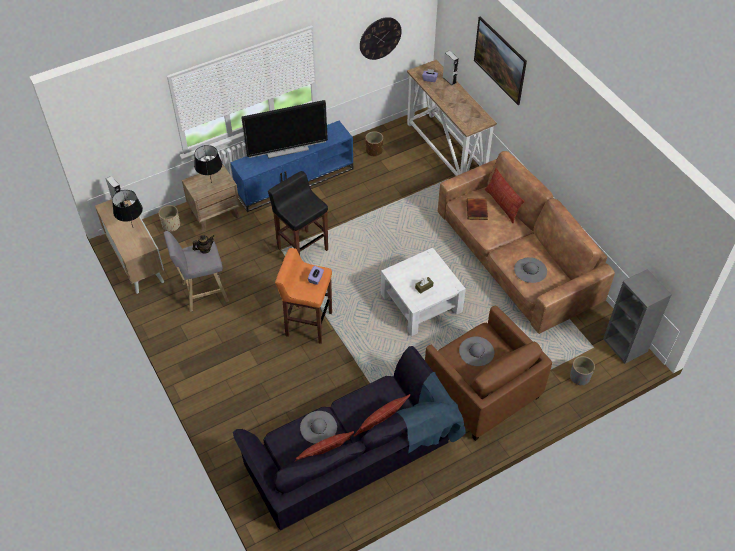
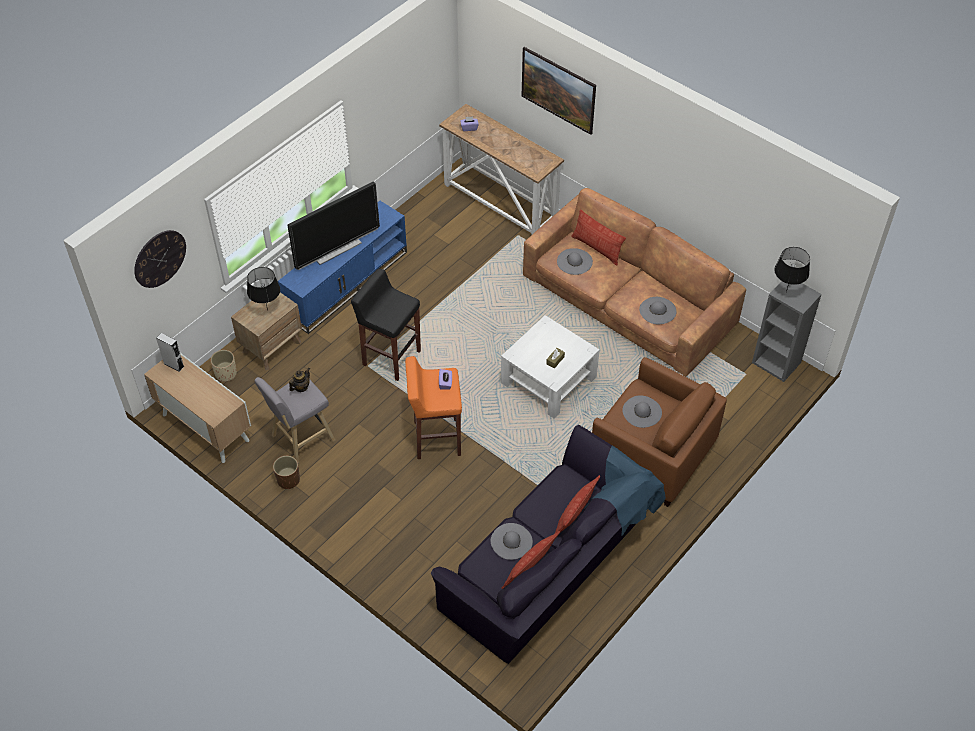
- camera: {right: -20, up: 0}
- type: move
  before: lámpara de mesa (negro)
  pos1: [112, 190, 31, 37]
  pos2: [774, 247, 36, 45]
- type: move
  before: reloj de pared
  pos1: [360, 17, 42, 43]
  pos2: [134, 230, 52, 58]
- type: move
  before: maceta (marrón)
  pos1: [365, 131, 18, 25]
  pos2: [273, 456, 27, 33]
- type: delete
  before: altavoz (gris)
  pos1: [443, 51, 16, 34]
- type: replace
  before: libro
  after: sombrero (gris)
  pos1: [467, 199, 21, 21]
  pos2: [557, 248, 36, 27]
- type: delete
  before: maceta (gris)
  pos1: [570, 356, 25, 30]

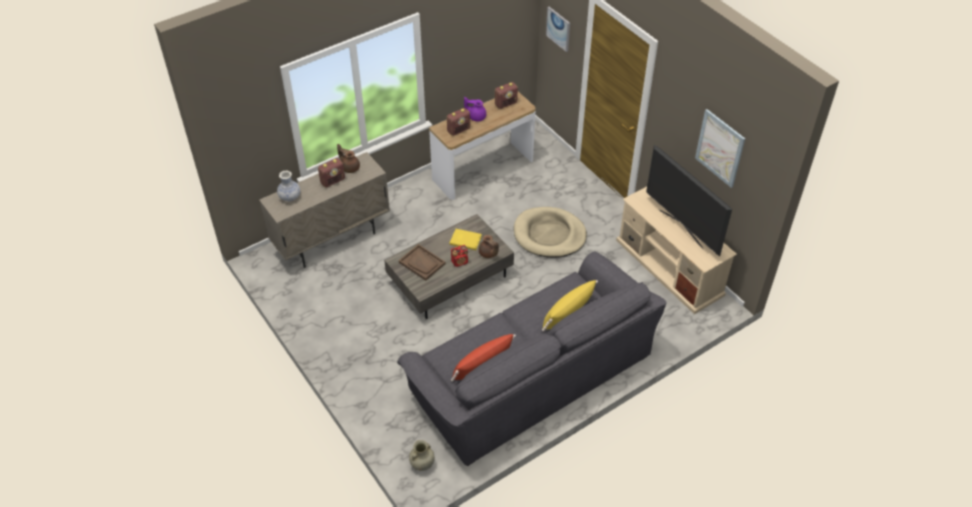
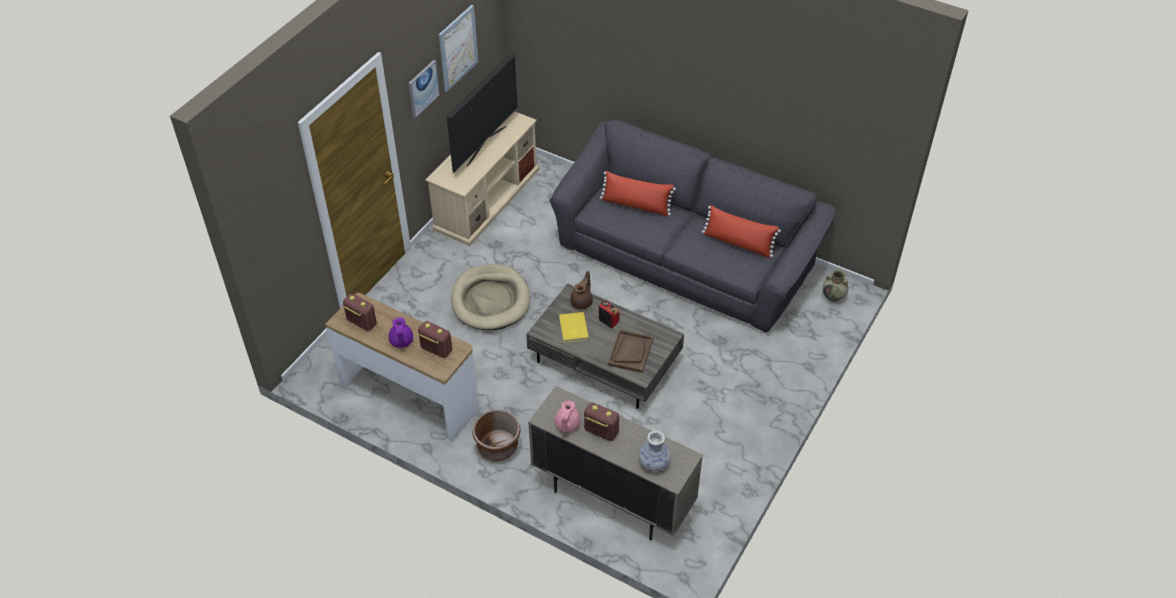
- camera: {right: -115, up: 0}
- type: recolor
  before: tetera (marrón)
  after: tetera (rosa)
  pos1: [337, 144, 23, 29]
  pos2: [555, 400, 26, 32]
- type: recolor
  before: cojín (amarillo)
  after: cojín (rojo)
  pos1: [542, 280, 56, 52]
  pos2: [600, 171, 76, 45]
- type: move
  before: cuadro
  pos1: [546, 7, 24, 45]
  pos2: [408, 60, 32, 58]
- type: insert
  after: maceta (marrón)
  pos2: [472, 410, 49, 52]

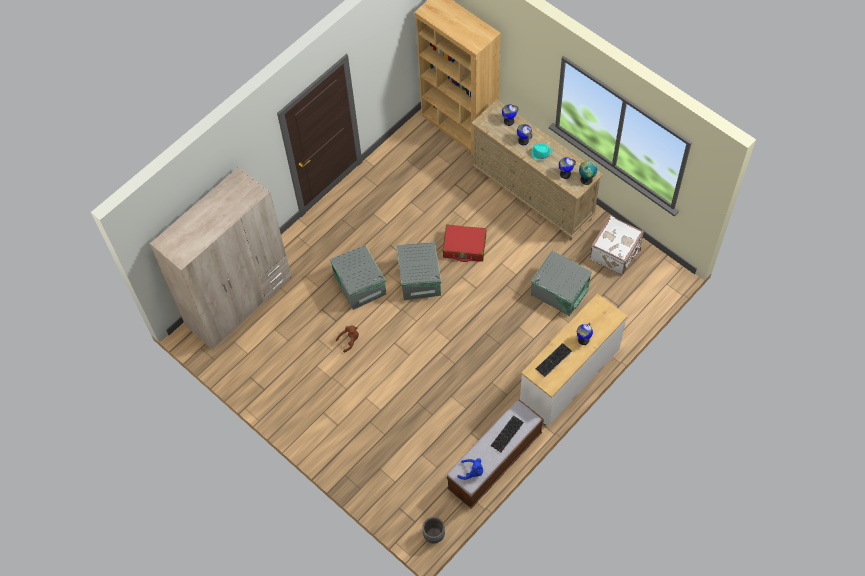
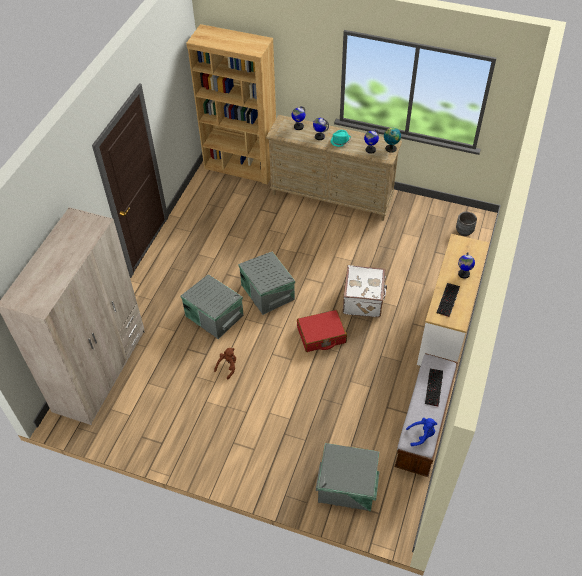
- camera: {right: -25, up: -10}
- type: move
  before: maceta (gris)
  pos1: [422, 517, 23, 26]
  pos2: [456, 212, 21, 24]
- type: move
  before: maleta (rojo)
  pos1: [443, 224, 43, 38]
  pos2: [297, 310, 50, 42]
- type: move
  before: caja de almacenaje (gris)
  pos1: [531, 250, 61, 66]
  pos2: [316, 443, 64, 68]
- type: move
  before: maleta (blanco)
  pos1: [590, 216, 54, 59]
  pos2: [343, 265, 44, 52]

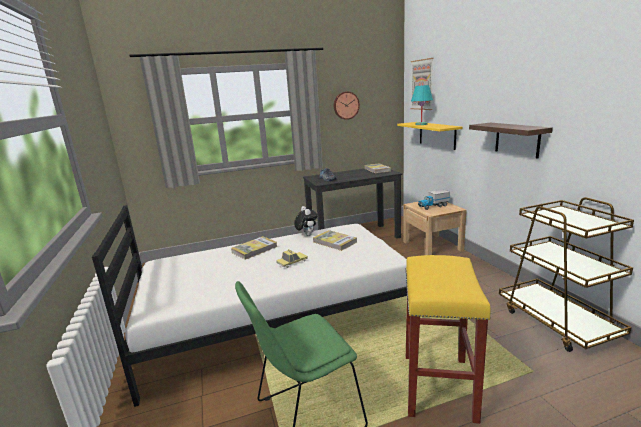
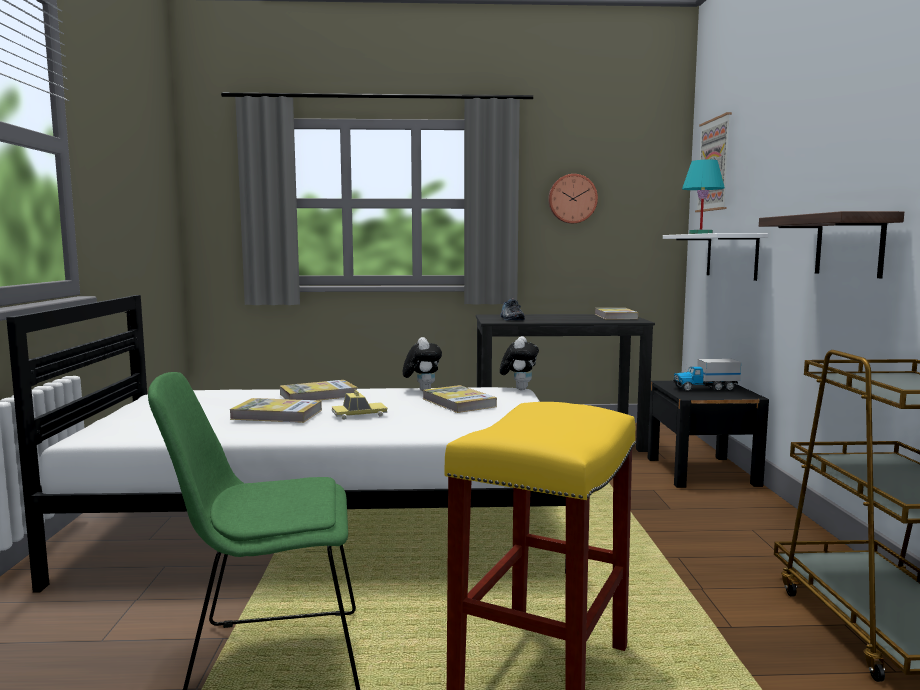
- camera: {right: 15, up: -10}
- type: recolor
  before: estante (amarillo)
  after: estante (blanco)
  pos1: [397, 122, 66, 28]
  pos2: [663, 233, 105, 48]
- type: recolor
  before: mesita de noche (beis)
  after: mesita de noche (negro)
  pos1: [403, 202, 64, 53]
  pos2: [648, 381, 121, 107]
- type: insert
  after: libro
  pos2: [229, 398, 93, 25]
- type: insert
  after: peluche
  pos2: [500, 336, 39, 54]

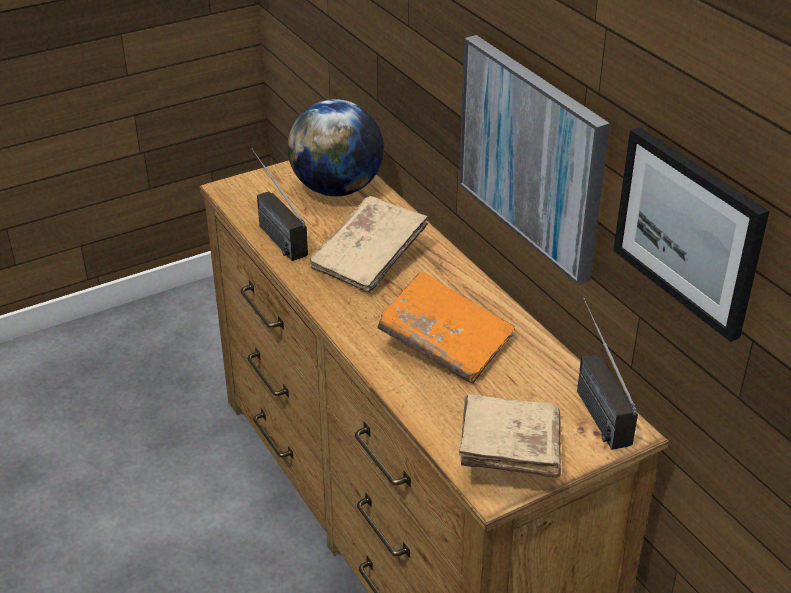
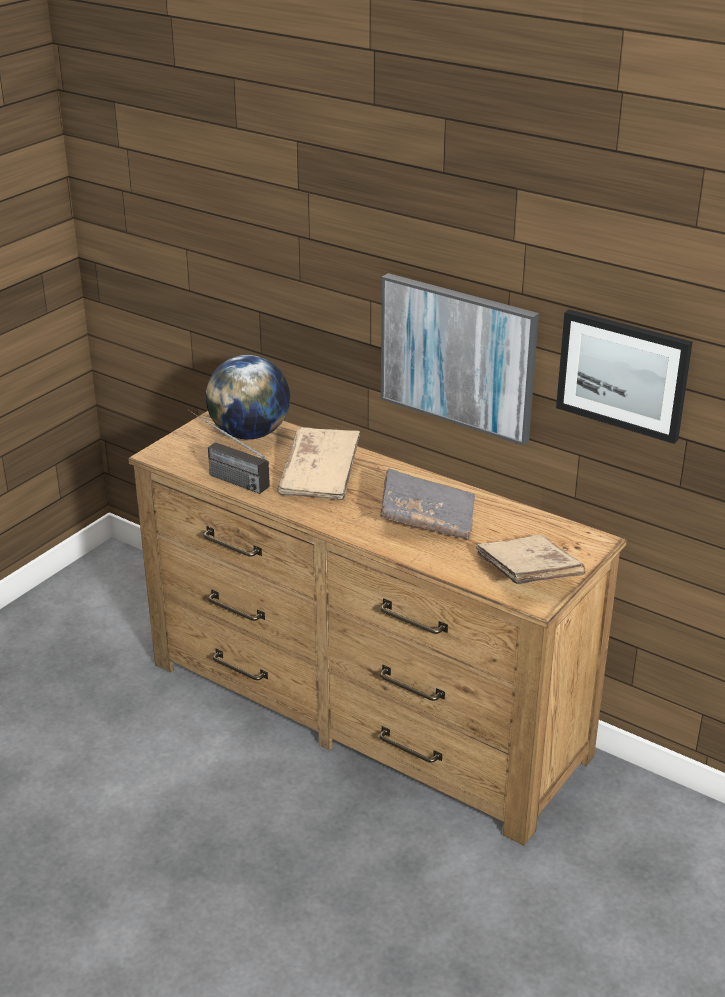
- camera: {right: -25, up: -5}
- type: recolor
  before: libro (naranja)
  after: libro (gris)
  pos1: [378, 271, 137, 112]
  pos2: [380, 469, 95, 71]
- type: delete
  before: radio
  pos1: [577, 298, 61, 152]

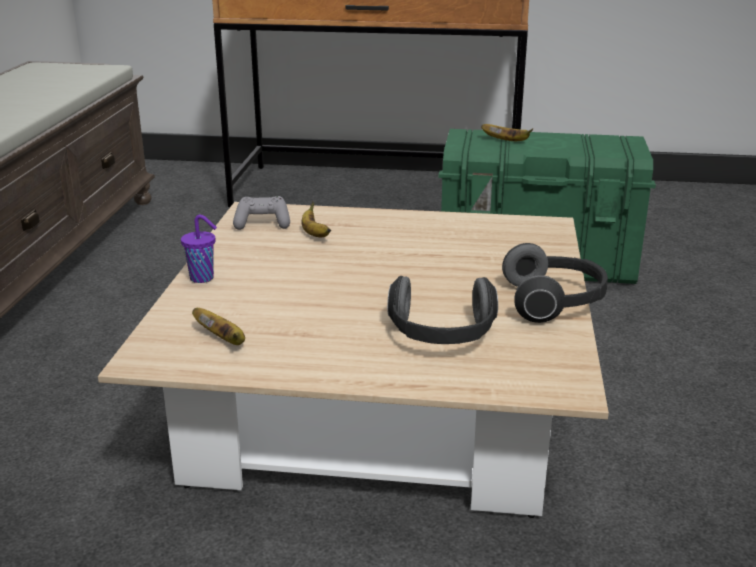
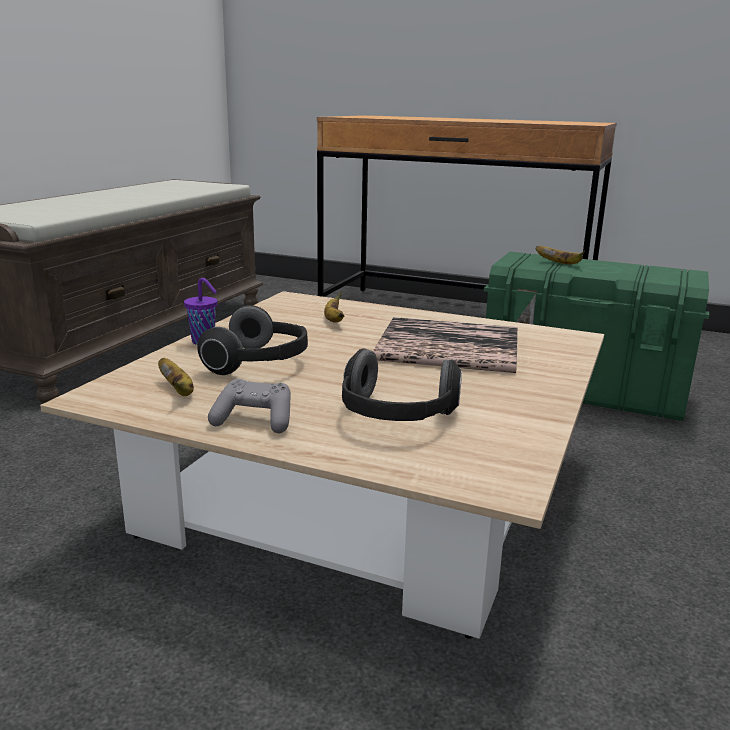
- camera: {right: 15, up: -5}
- type: move
  before: mando de consola (gris)
  pos1: [233, 196, 57, 34]
  pos2: [208, 379, 83, 54]
- type: move
  before: auriculares
  pos1: [502, 243, 106, 80]
  pos2: [197, 305, 111, 70]
- type: insert
  after: libro
  pos2: [373, 317, 145, 56]

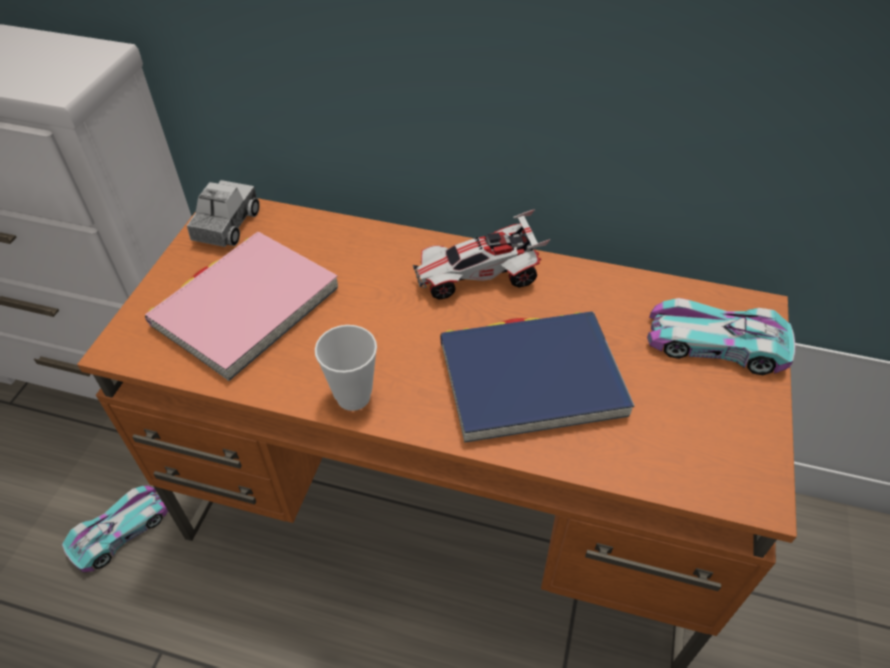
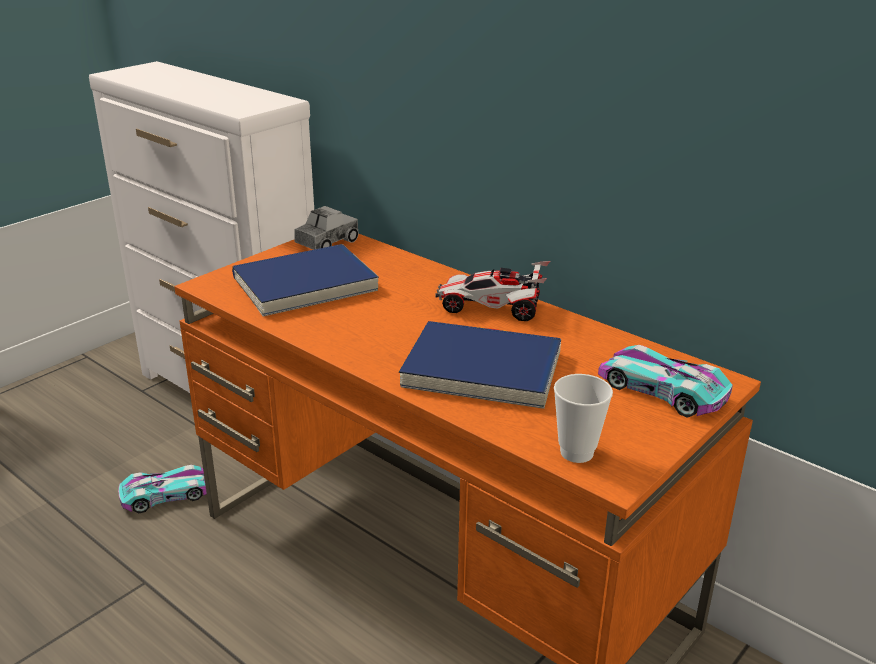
- camera: {right: 25, up: -20}
- type: recolor
  before: libro (rosa)
  after: libro (azul)
  pos1: [145, 232, 193, 149]
  pos2: [232, 244, 147, 72]
- type: move
  before: taza
  pos1: [315, 325, 62, 86]
  pos2: [554, 374, 59, 89]

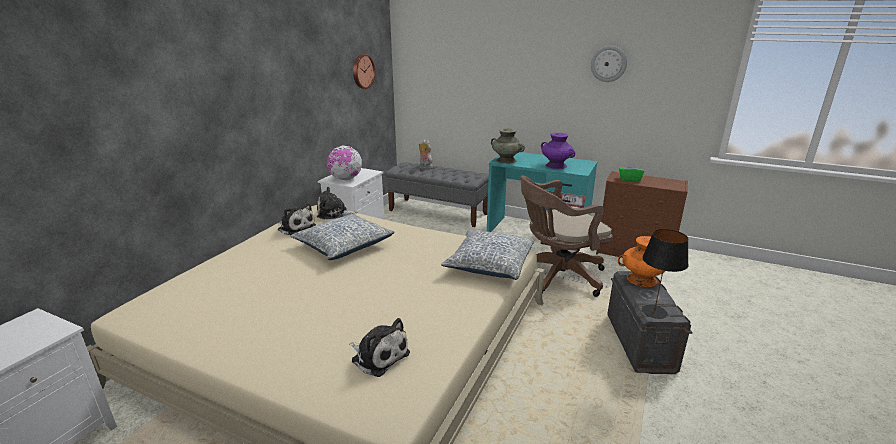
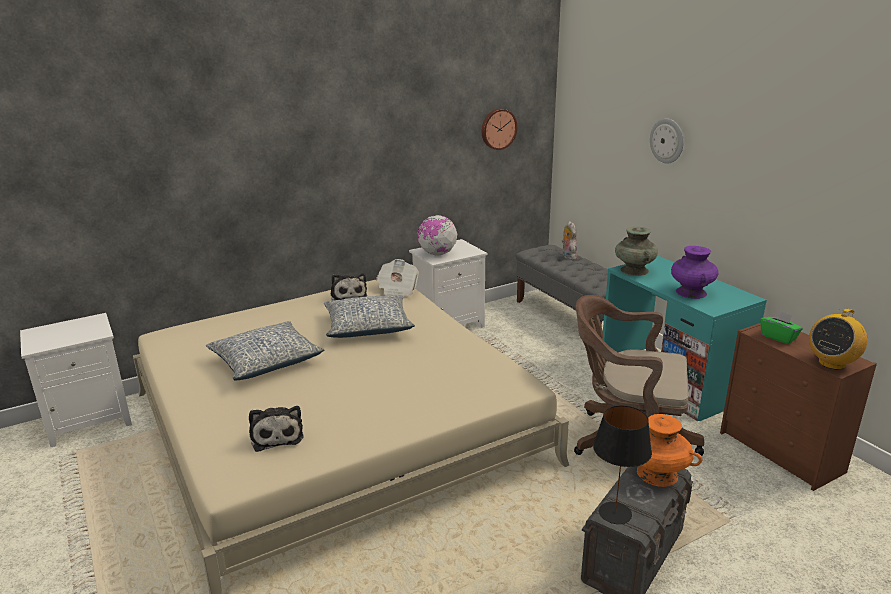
- camera: {right: 35, up: 0}
- type: replace
  before: peluche
  after: periódico
  pos1: [317, 187, 40, 32]
  pos2: [376, 259, 43, 38]
- type: move
  before: cojín
  pos1: [441, 230, 93, 50]
  pos2: [206, 321, 118, 59]
- type: move
  before: reloj de pared
  pos1: [591, 46, 36, 36]
  pos2: [650, 119, 34, 45]
- type: insert
  after: radio
  pos2: [809, 308, 59, 62]

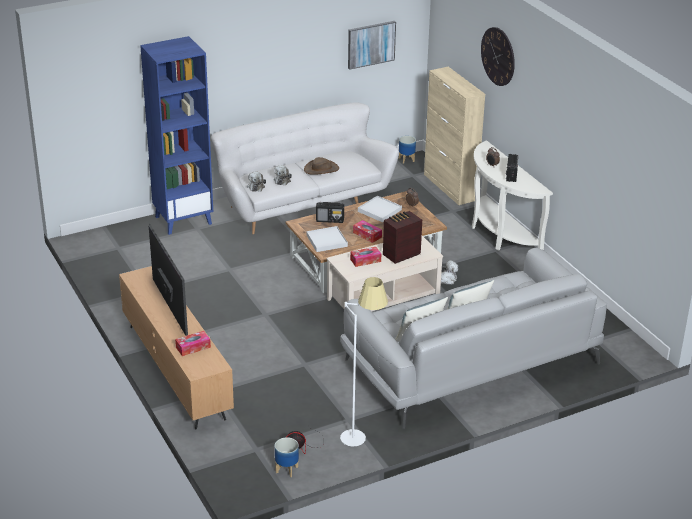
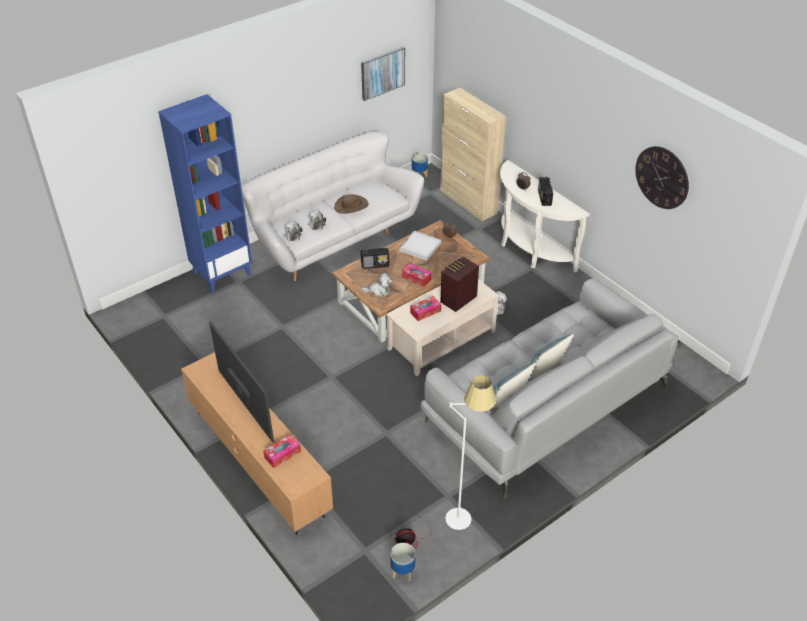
- camera: {right: -10, up: 10}
- type: replace
  before: bandeja (blanco)
  after: peluche
  pos1: [307, 226, 41, 26]
  pos2: [361, 273, 31, 24]
- type: move
  before: reloj de pared
  pos1: [481, 27, 34, 59]
  pos2: [635, 146, 54, 63]

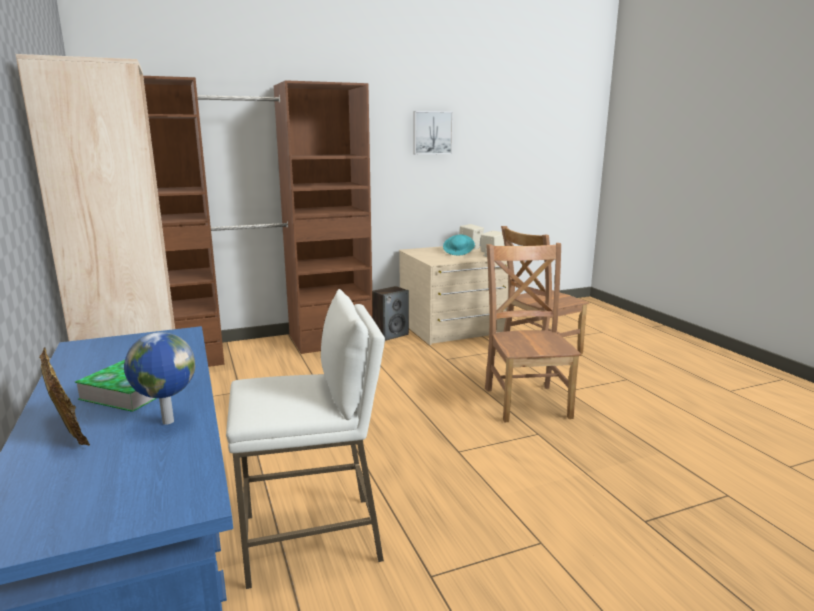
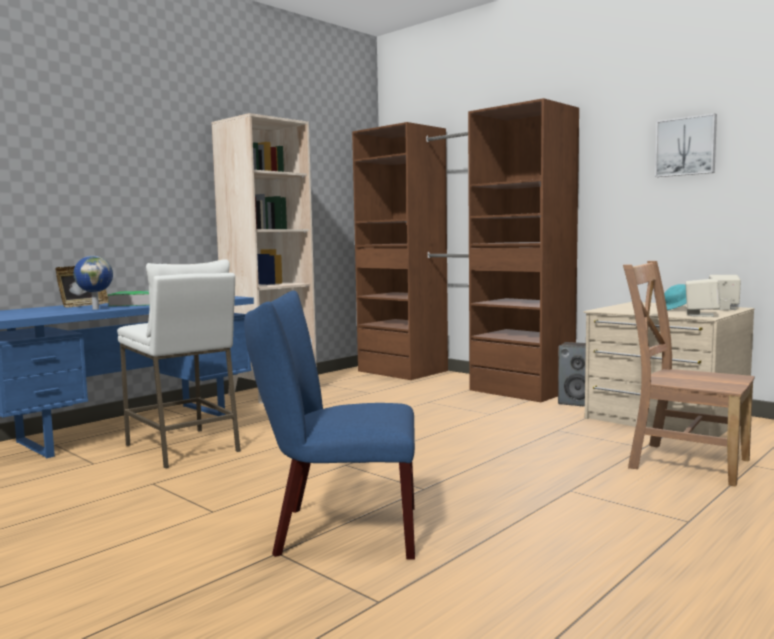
- camera: {right: 65, up: -10}
- type: delete
  before: silla (marrón)
  pos1: [485, 243, 97, 179]
- type: insert
  after: silla (azul)
  pos2: [244, 291, 171, 268]

